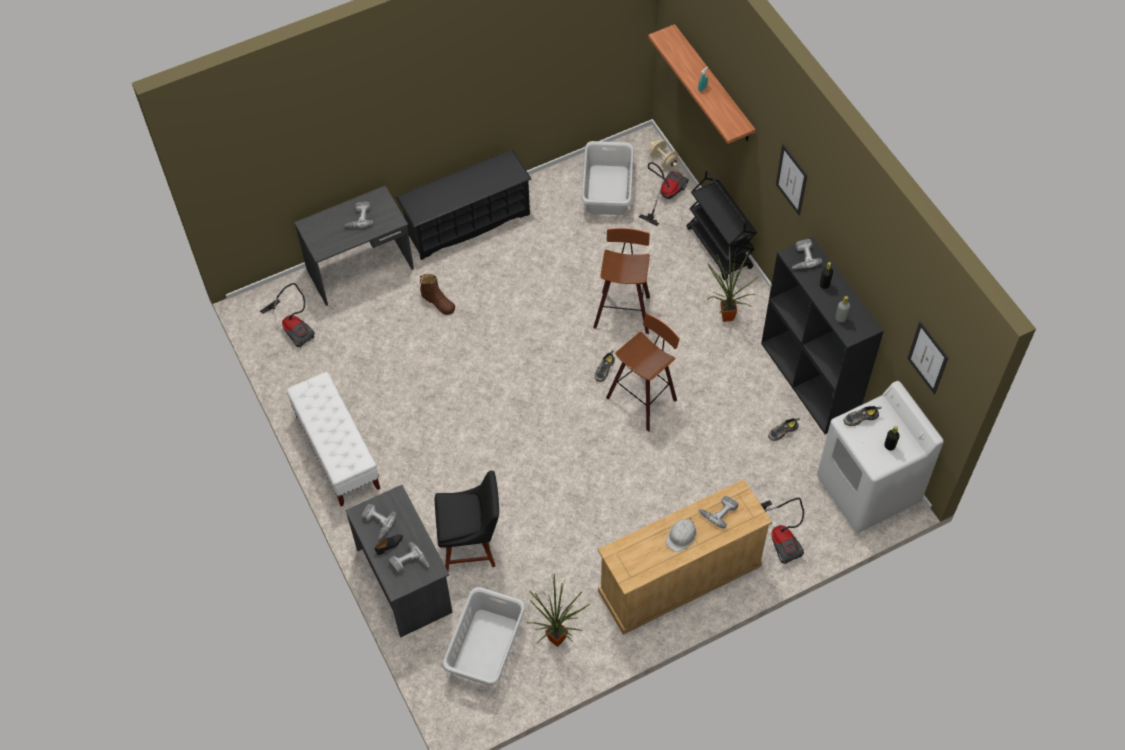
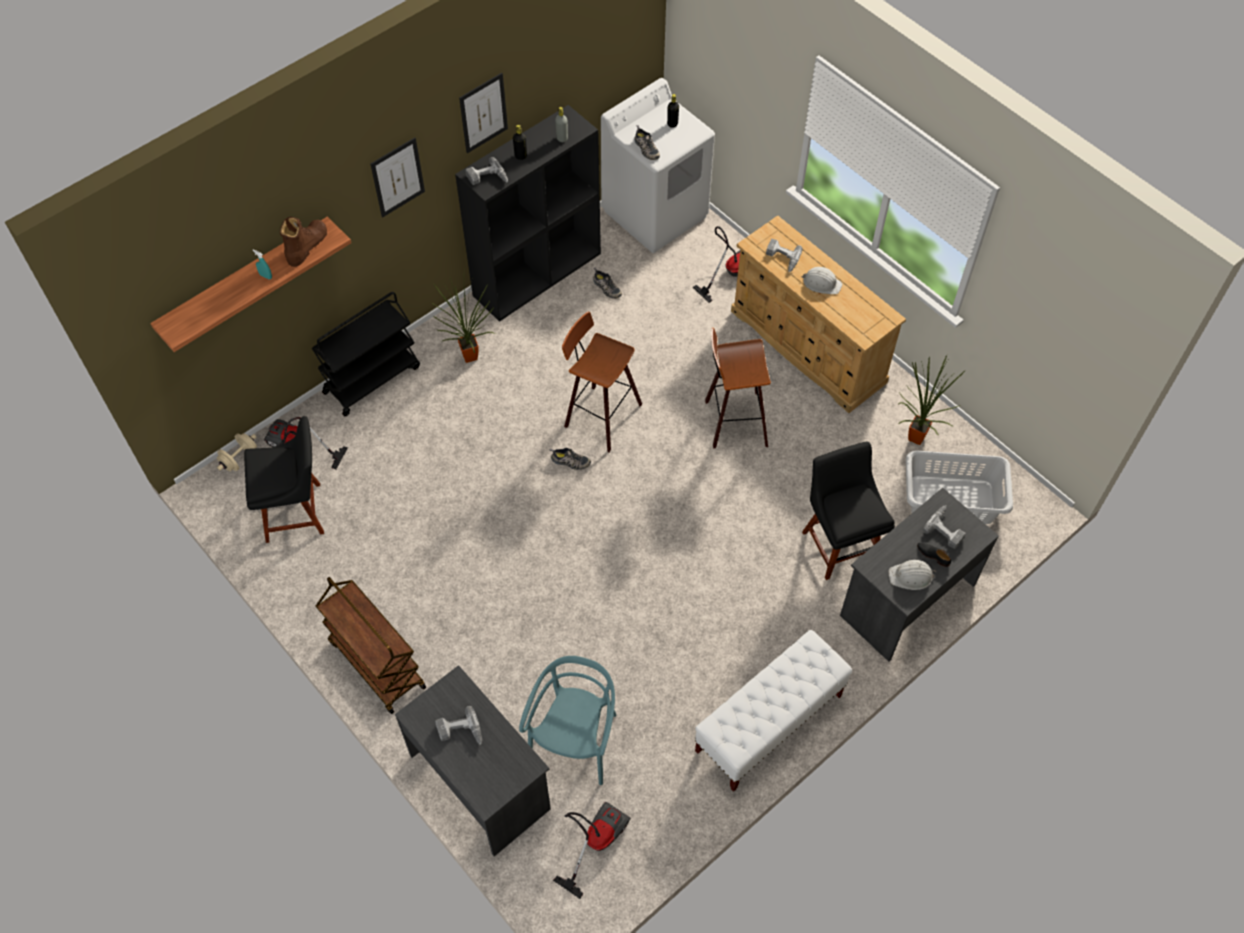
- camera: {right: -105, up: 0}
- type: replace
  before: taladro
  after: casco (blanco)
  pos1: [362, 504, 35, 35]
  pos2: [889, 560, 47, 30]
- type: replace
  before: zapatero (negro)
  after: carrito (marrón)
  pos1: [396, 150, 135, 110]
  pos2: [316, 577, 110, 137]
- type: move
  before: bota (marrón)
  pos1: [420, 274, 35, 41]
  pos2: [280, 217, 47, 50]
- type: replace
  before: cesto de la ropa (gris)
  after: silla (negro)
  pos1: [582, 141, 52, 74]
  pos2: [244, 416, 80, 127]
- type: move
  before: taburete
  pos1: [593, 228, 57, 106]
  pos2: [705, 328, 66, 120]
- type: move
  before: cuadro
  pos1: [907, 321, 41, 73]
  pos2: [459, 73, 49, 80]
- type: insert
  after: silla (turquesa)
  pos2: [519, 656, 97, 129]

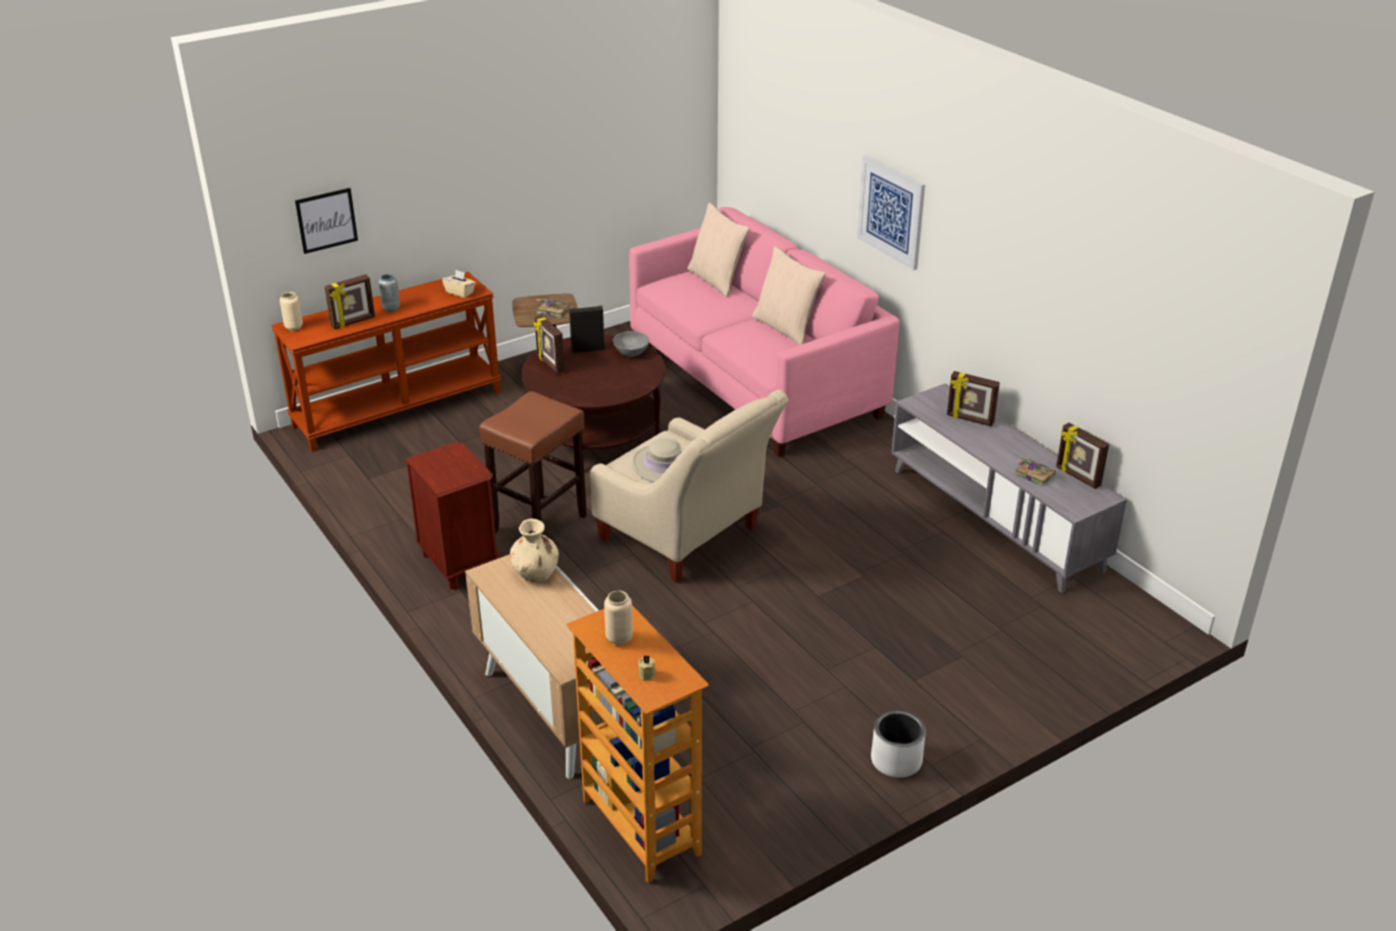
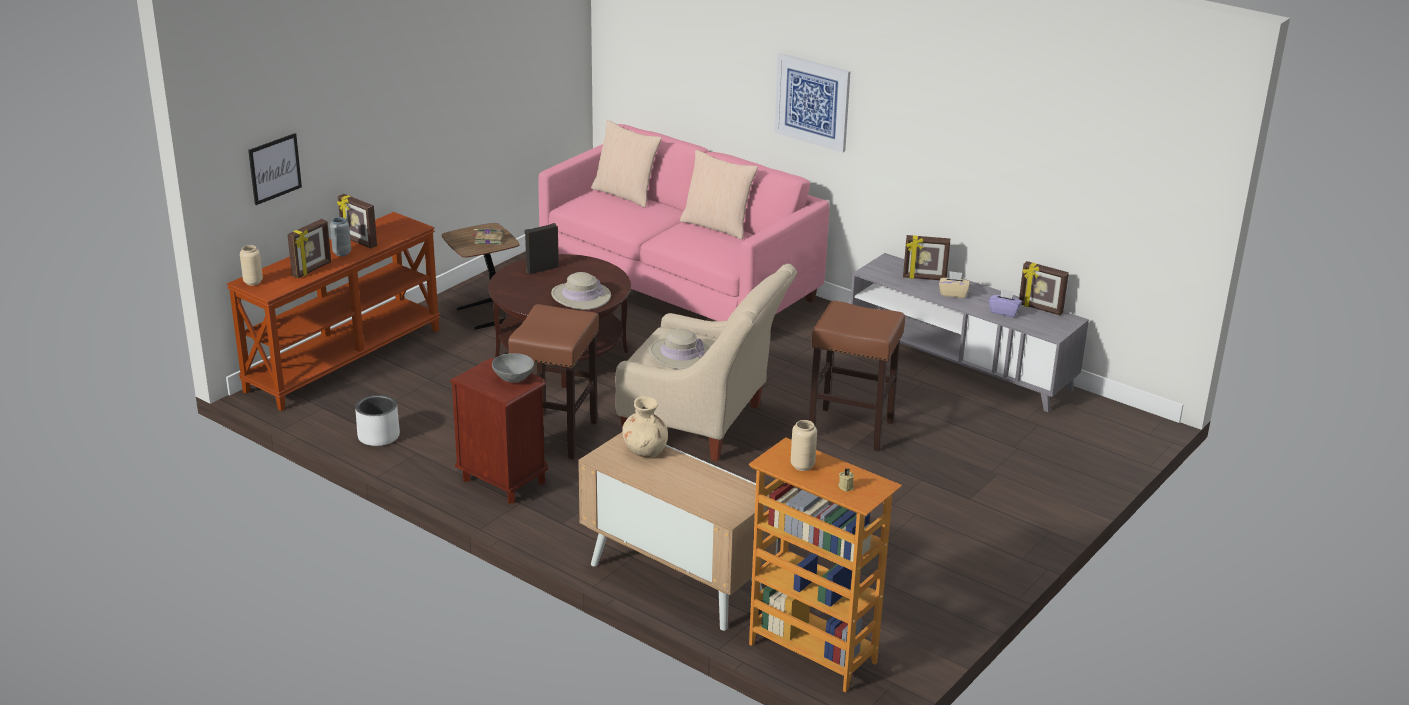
- camera: {right: -20, up: -5}
- type: move
  before: caja de pañuelos (beis)
  pos1: [442, 270, 34, 28]
  pos2: [939, 271, 31, 27]
- type: move
  before: portarretratos
  pos1: [533, 315, 32, 59]
  pos2: [337, 194, 40, 55]
- type: move
  before: cuenco (gris)
  pos1: [613, 331, 36, 26]
  pos2: [492, 353, 42, 30]
- type: move
  before: maceta (blanco)
  pos1: [871, 710, 55, 68]
  pos2: [355, 395, 45, 51]
- type: replace
  before: libro
  after: caja de pañuelos (morado)
  pos1: [1015, 459, 41, 27]
  pos2: [989, 289, 33, 28]
- type: insert
  after: sombrero (beis)
  pos2: [551, 272, 60, 38]
- type: insert
  after: taburete (marrón)
  pos2: [809, 301, 96, 150]

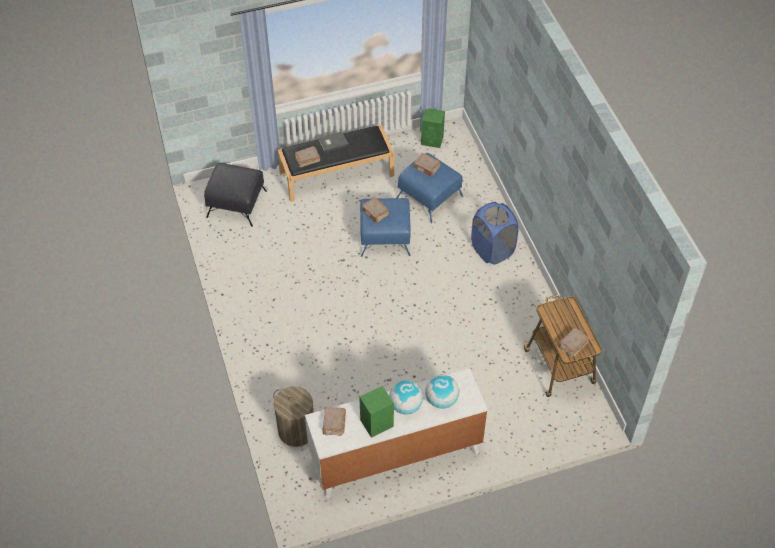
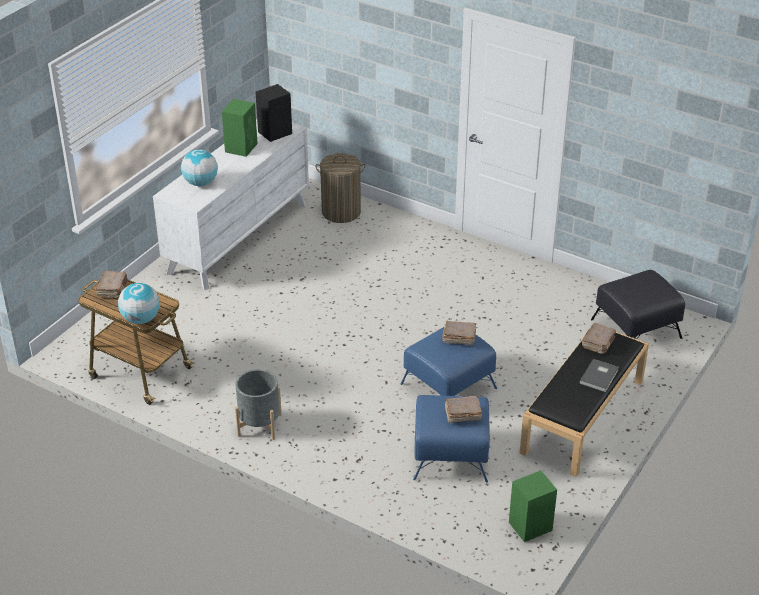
- camera: {right: 140, up: -15}
- type: replace
  before: libro (marrón)
  after: altavoz (negro)
  pos1: [323, 407, 23, 29]
  pos2: [256, 84, 36, 58]
- type: move
  before: globo terráqueo
  pos1: [389, 380, 34, 35]
  pos2: [118, 283, 42, 41]
- type: delete
  before: cesto de la ropa (azul)
  pos1: [471, 202, 48, 63]
- type: insert
  after: maceta (gris)
  pos2: [235, 369, 47, 71]

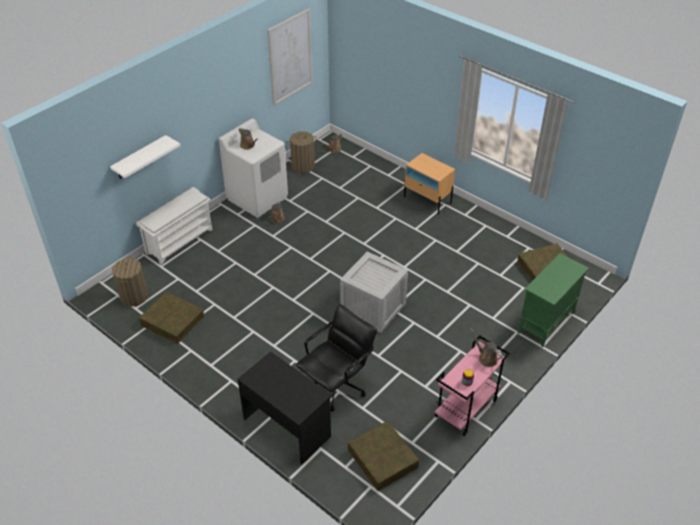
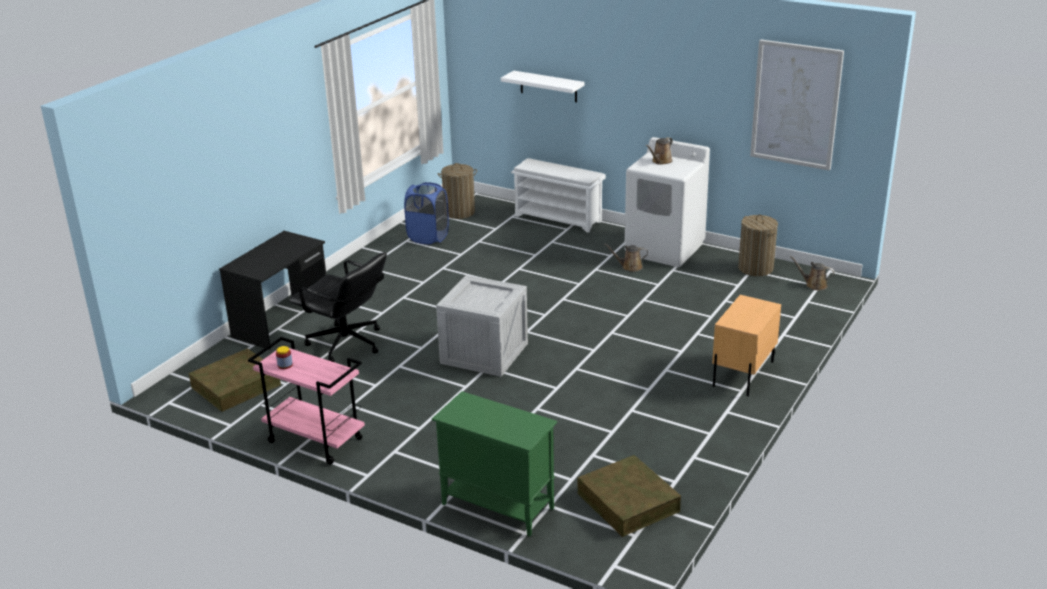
- camera: {right: 80, up: -15}
- type: replace
  before: caja de almacenaje (marrón)
  after: cesto de la ropa (azul)
  pos1: [139, 292, 65, 52]
  pos2: [404, 182, 45, 62]
- type: delete
  before: regadera (marrón)
  pos1: [470, 328, 32, 39]

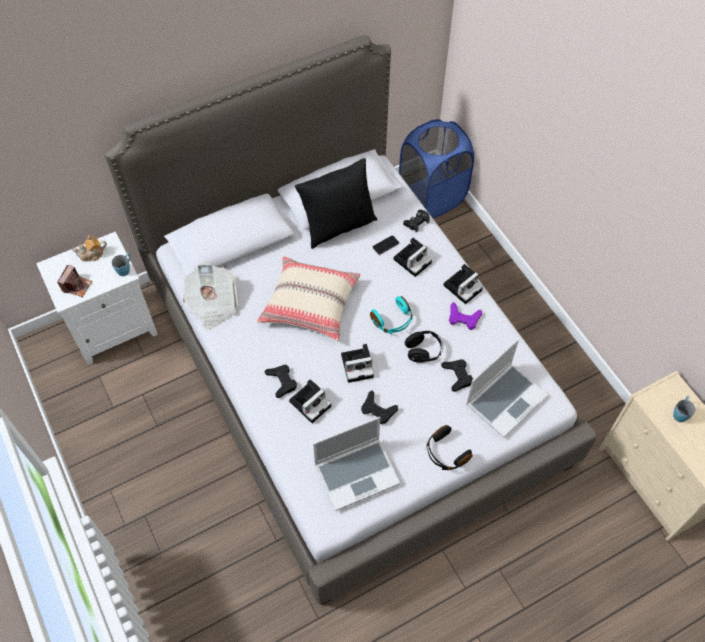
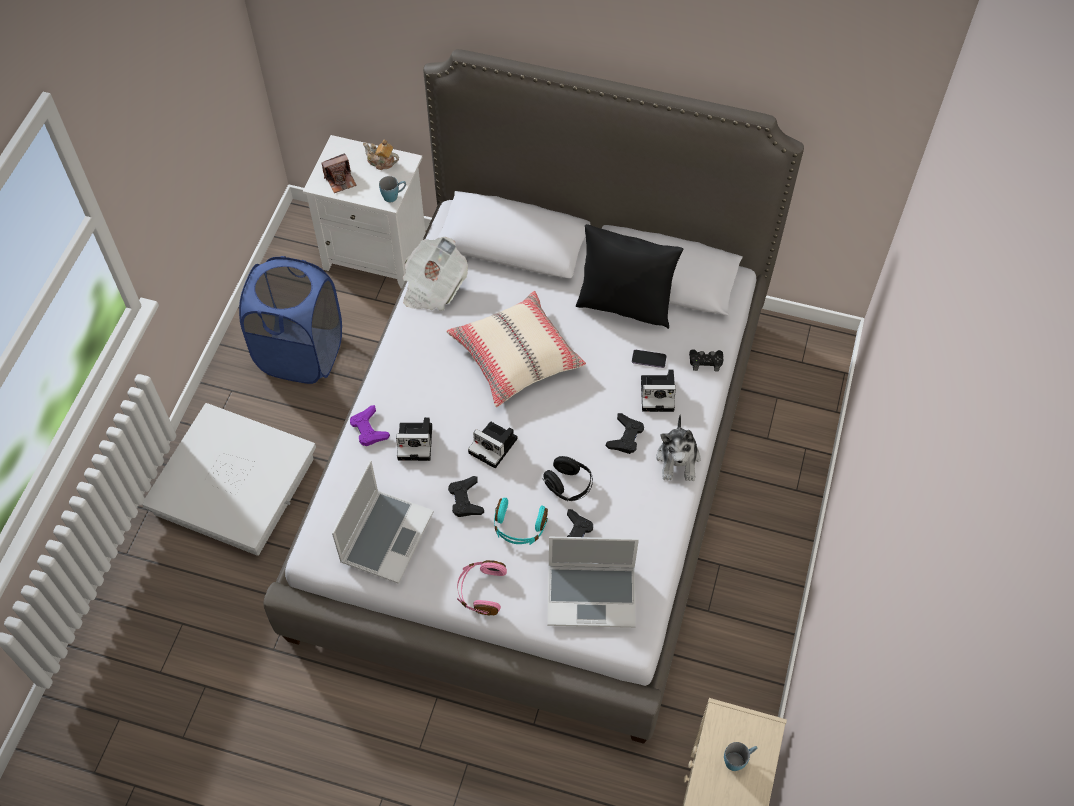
- camera: {right: 45, up: 0}
- type: move
  before: mando de consola (negro)
  pos1: [264, 365, 33, 33]
  pos2: [606, 413, 38, 41]
- type: rotate
  before: portátil
  pos1: [313, 417, 87, 94]
  pos2: [332, 460, 102, 124]
  turn: -90
- type: move
  before: auriculares (turquesa)
  pos1: [370, 296, 43, 38]
  pos2: [494, 498, 54, 47]
- type: move
  before: cesto de la ropa (azul)
  pos1: [399, 119, 75, 99]
  pos2: [239, 256, 103, 128]
- type: recolor
  before: auriculares (negro)
  after: auriculares (rosa)
  pos1: [426, 425, 47, 45]
  pos2: [457, 560, 50, 55]
- type: replace
  before: cámara
  after: peluche
  pos1: [443, 264, 40, 40]
  pos2: [656, 414, 45, 67]
- type: move
  before: mando de consola (morado)
  pos1: [449, 302, 33, 28]
  pos2: [350, 405, 40, 41]
- type: insert
  after: caja de almacenaje (blanco)
  pos2: [142, 403, 174, 153]

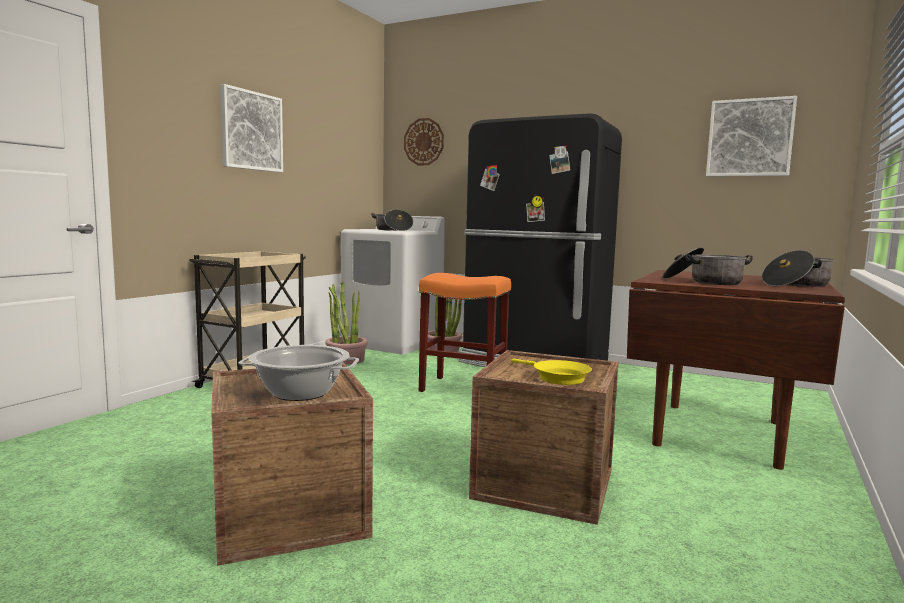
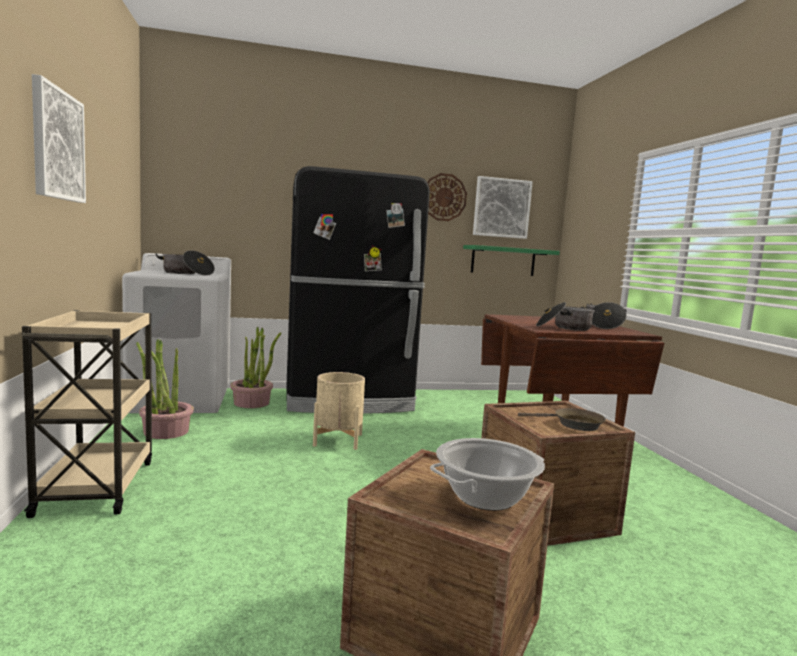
- camera: {right: -40, up: 0}
- type: move
  before: reloj de pared
  pos1: [404, 118, 40, 47]
  pos2: [427, 173, 40, 48]
- type: replace
  before: taburete (naranja)
  after: maceta (beis)
  pos1: [419, 273, 92, 119]
  pos2: [313, 372, 52, 78]
- type: recolor
  before: sartén (amarillo)
  after: sartén (marrón)
  pos1: [511, 359, 81, 26]
  pos2: [518, 408, 88, 23]
- type: insert
  after: estante (verde)
  pos2: [463, 245, 97, 31]

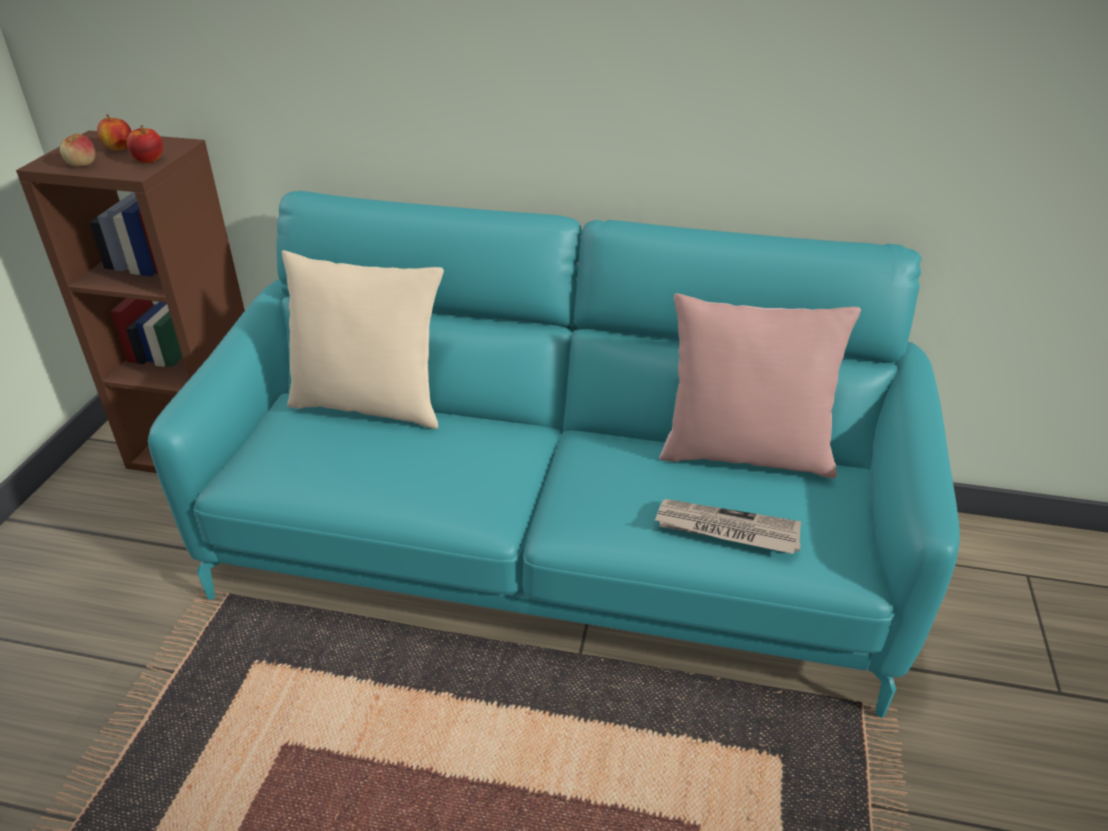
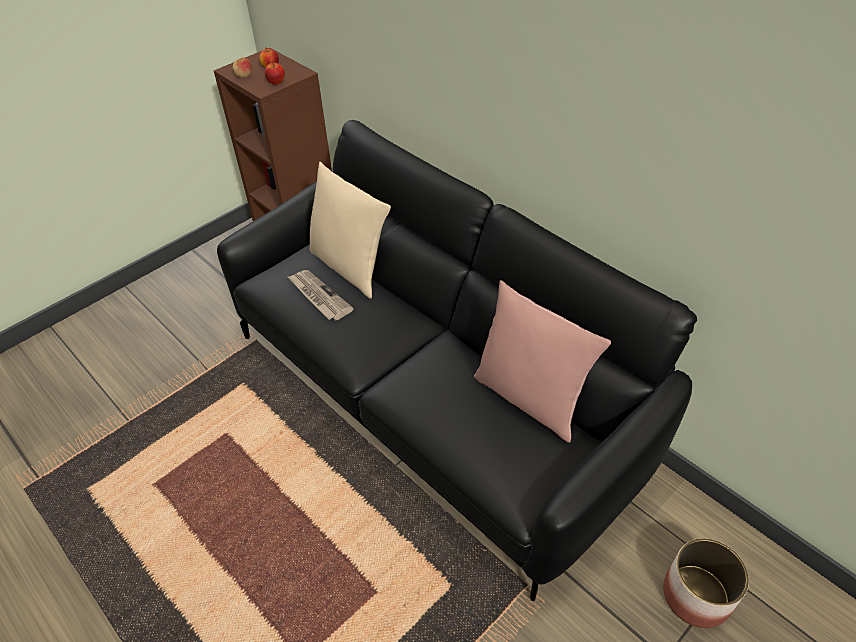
- camera: {right: 35, up: 10}
- type: recolor
  before: sofá (turquesa)
  after: sofá (negro)
  pos1: [148, 191, 812, 527]
  pos2: [217, 120, 480, 481]
- type: move
  before: periódico
  pos1: [655, 499, 147, 55]
  pos2: [288, 270, 66, 51]
- type: insert
  after: maceta
  pos2: [663, 538, 86, 90]

